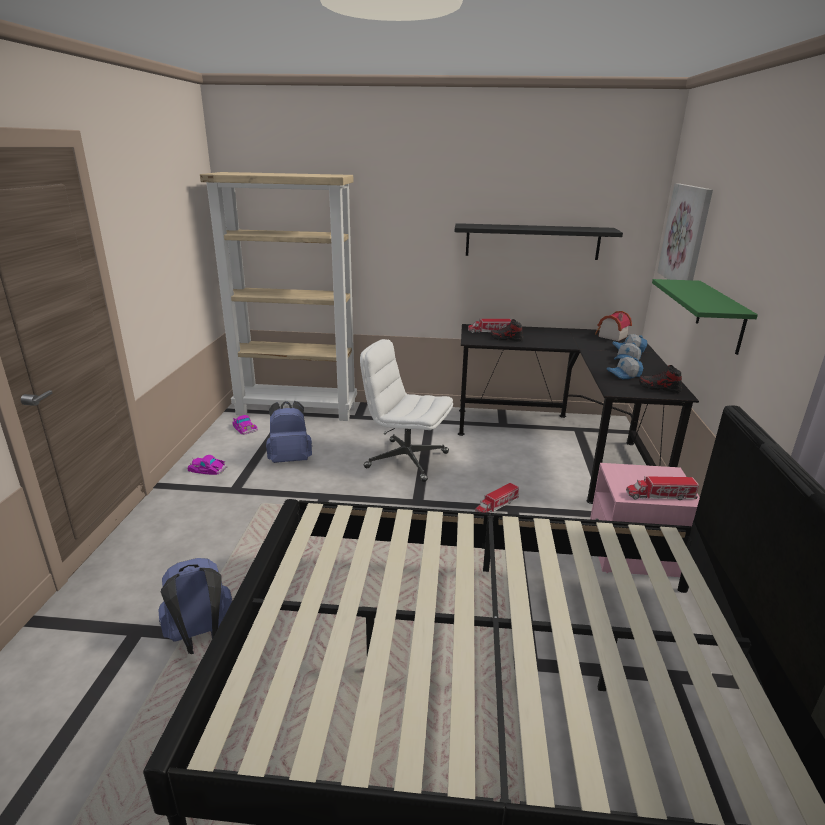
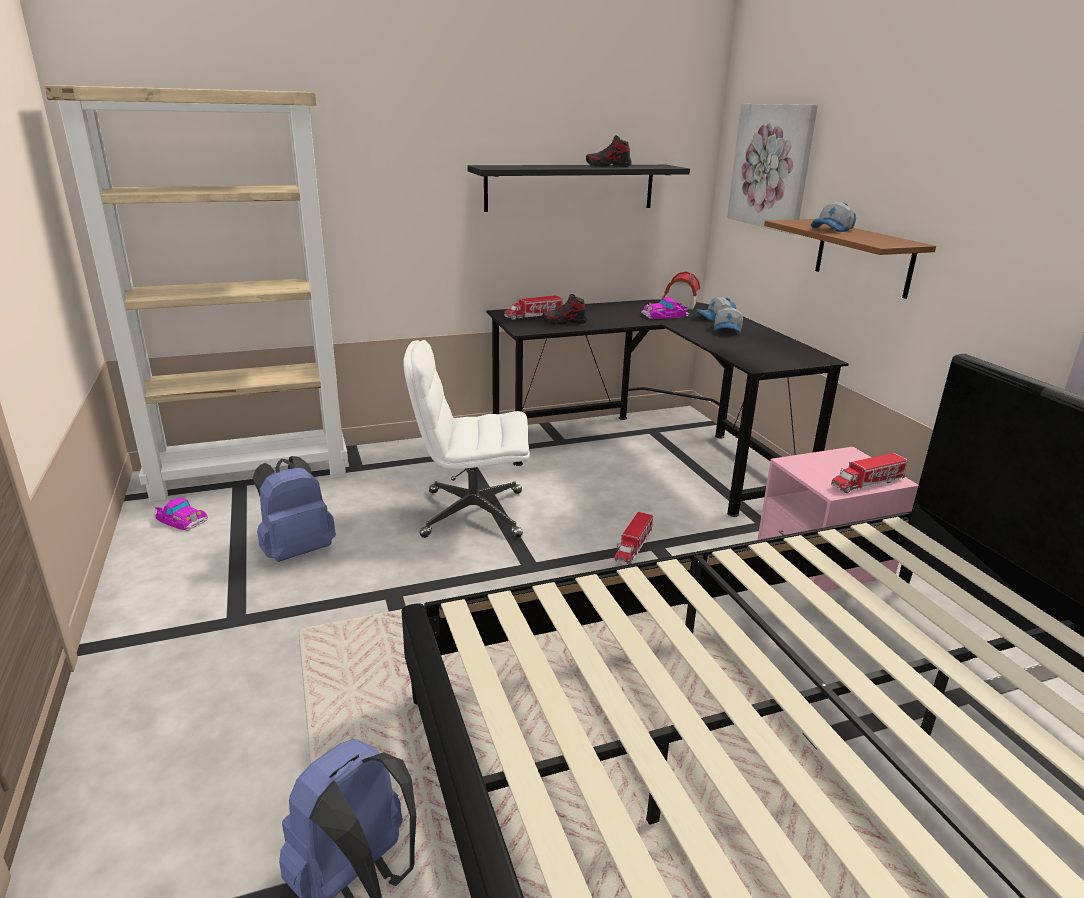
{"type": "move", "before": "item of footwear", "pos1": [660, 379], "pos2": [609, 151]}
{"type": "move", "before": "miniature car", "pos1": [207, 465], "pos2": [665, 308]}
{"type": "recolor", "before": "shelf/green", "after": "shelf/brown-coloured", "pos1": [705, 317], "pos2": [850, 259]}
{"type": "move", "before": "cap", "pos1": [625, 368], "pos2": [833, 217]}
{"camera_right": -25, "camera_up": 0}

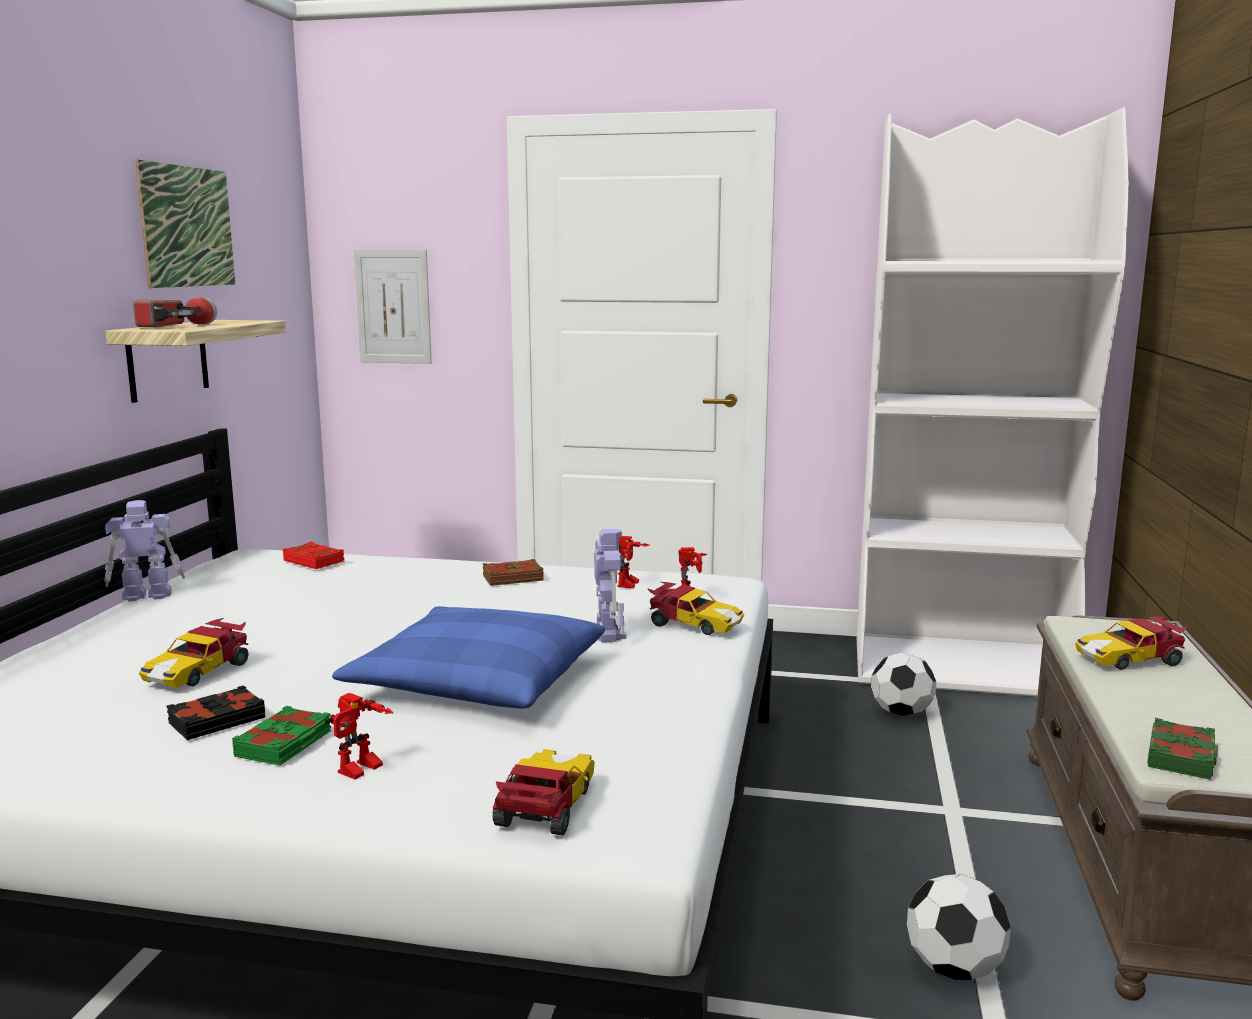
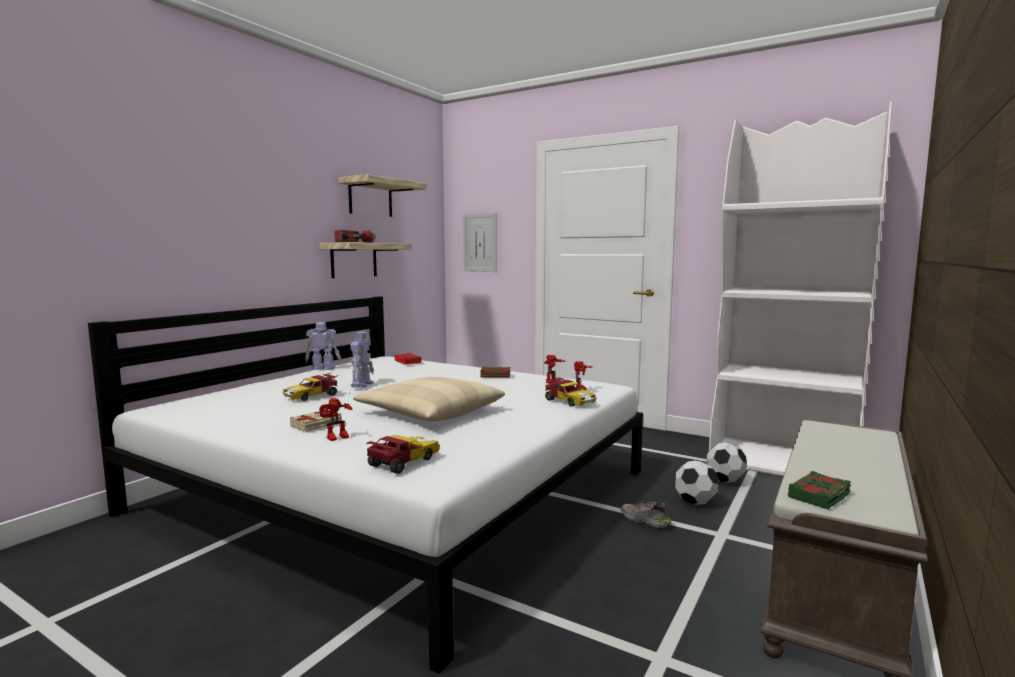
{"type": "recolor", "before": "bound book/green", "after": "bound book/beige-coloured", "pos1": [281, 736], "pos2": [316, 421]}
{"type": "replace", "before": "wall picture", "after": "shelf", "pos1": [185, 224], "pos2": [382, 195]}
{"type": "move", "before": "model robot", "pos1": [610, 585], "pos2": [362, 360]}
{"type": "recolor", "before": "pillow/bluish", "after": "pillow/beige-coloured", "pos1": [468, 657], "pos2": [429, 399]}
{"type": "insert", "after": "item of footwear", "pos2": [646, 515]}
{"type": "move", "before": "football ball", "pos1": [959, 927], "pos2": [696, 483]}
{"type": "delete", "before": "bound book/black-coloured", "pos1": [216, 712]}
{"type": "delete", "before": "miniature car", "pos1": [1131, 643]}
{"camera_right": 20, "camera_up": -5}

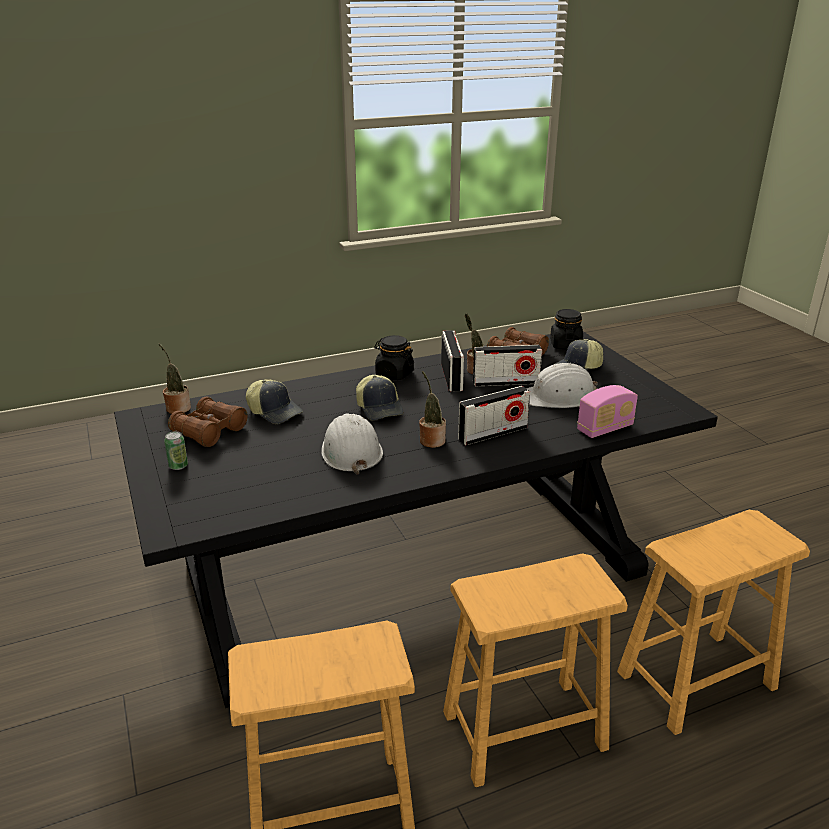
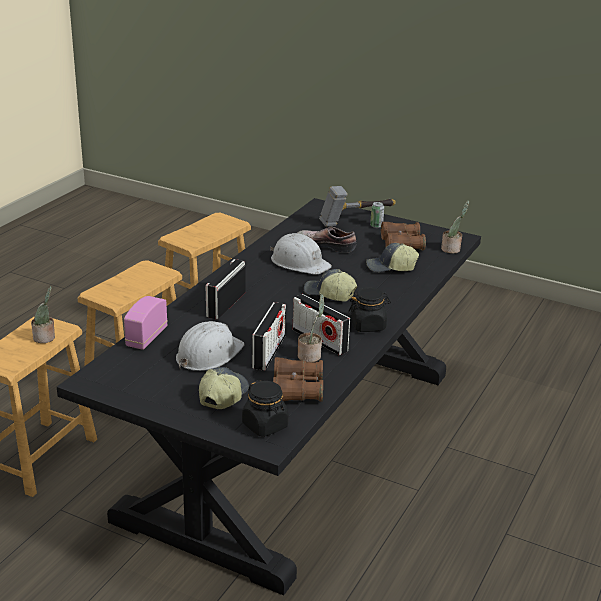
{"type": "move", "before": "plant in a pot", "pos1": [432, 409], "pos2": [43, 314]}
{"type": "rotate", "before": "radio", "pos1": [507, 365], "pos2": [269, 336], "turn": 150}
{"type": "insert", "after": "item of footwear", "pos2": [326, 240]}
{"type": "insert", "after": "hand hammer", "pos2": [357, 206]}
{"camera_right": 140, "camera_up": 0}

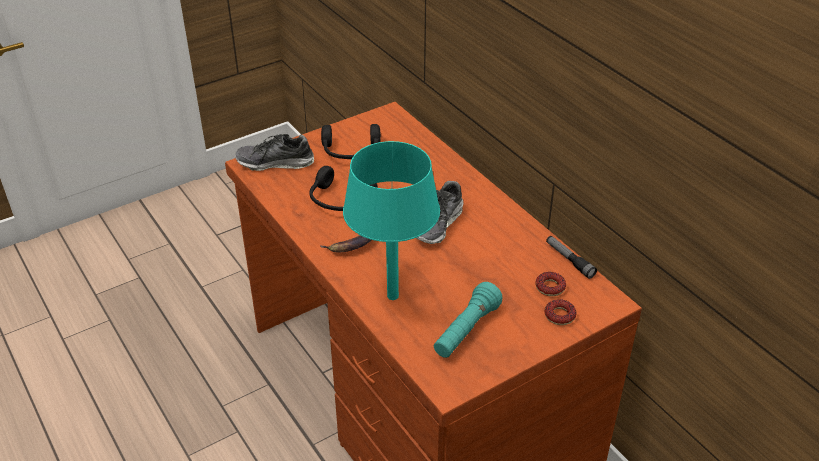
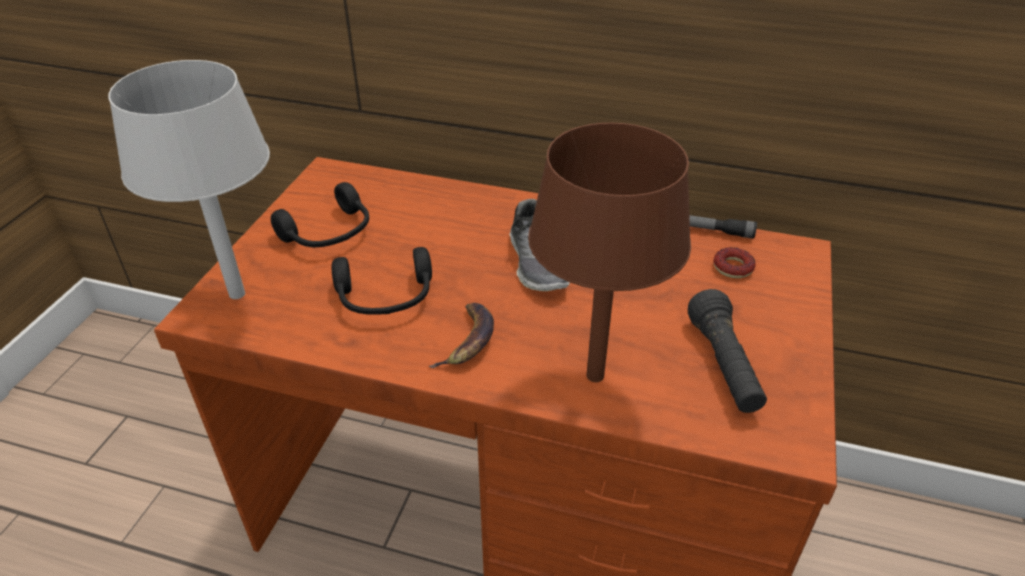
{"type": "replace", "before": "item of footwear", "after": "tabletop lamp/greyish", "pos1": [274, 152], "pos2": [189, 179]}
{"type": "recolor", "before": "tabletop lamp/turquoise-coloured", "after": "tabletop lamp/brown-coloured", "pos1": [391, 220], "pos2": [609, 252]}
{"type": "recolor", "before": "flashlight/turquoise-coloured", "after": "flashlight/black-coloured", "pos1": [468, 320], "pos2": [727, 351]}
{"type": "delete", "before": "doughnut", "pos1": [560, 312]}
{"camera_right": -40, "camera_up": 0}

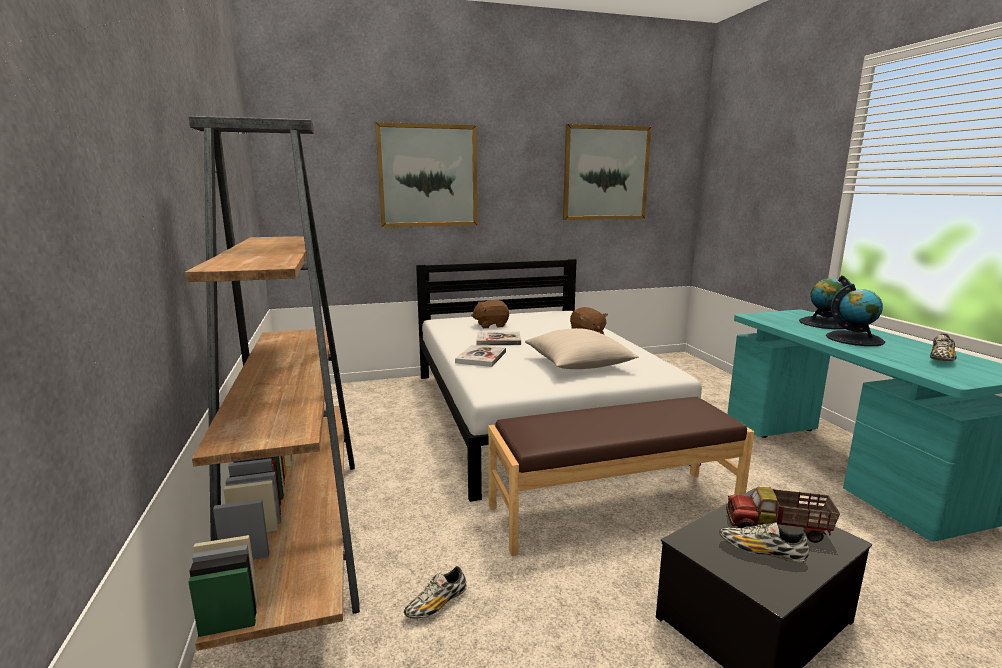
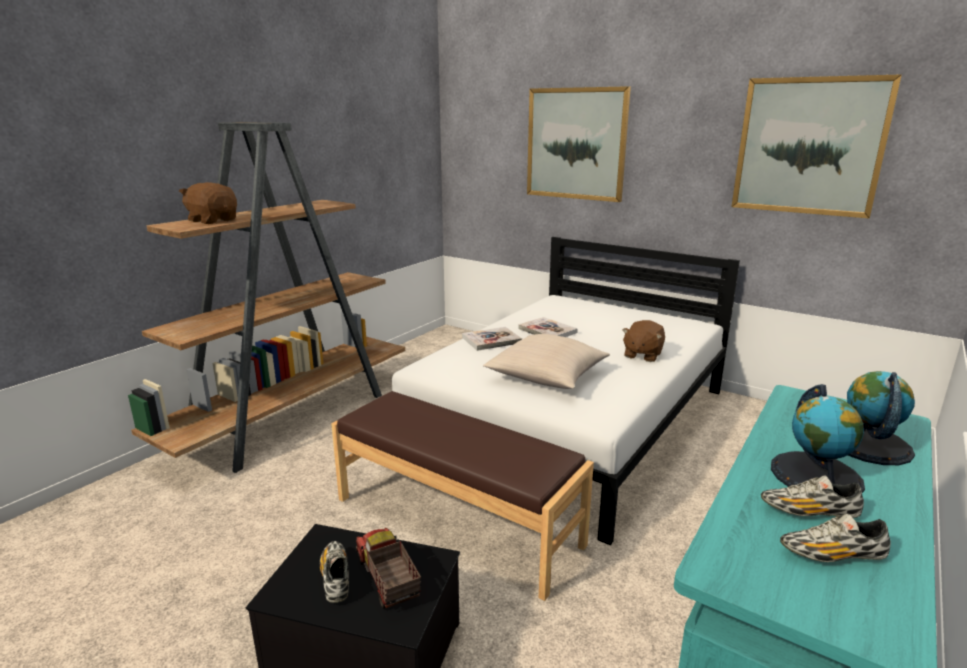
{"type": "move", "before": "soft toy/brown-coloured", "pos1": [490, 314], "pos2": [208, 203]}
{"type": "move", "before": "item of footwear", "pos1": [435, 592], "pos2": [812, 496]}
{"camera_right": 50, "camera_up": 5}

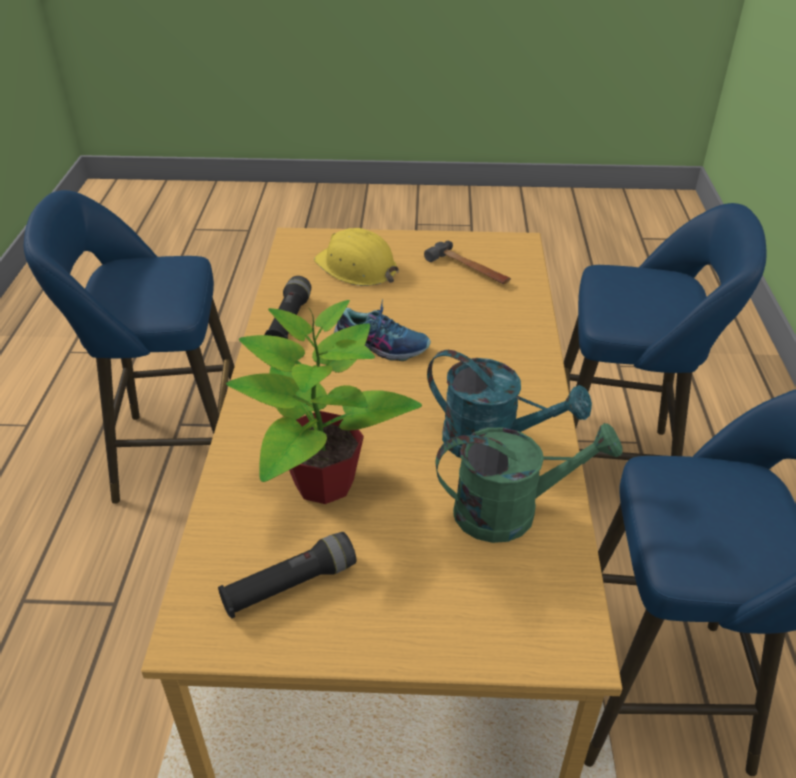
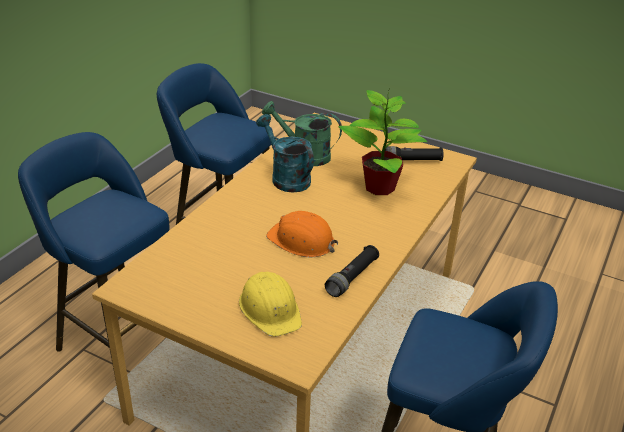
{"type": "replace", "before": "item of footwear", "after": "safety helmet/orange", "pos1": [382, 330], "pos2": [302, 234]}
{"type": "delete", "before": "hand hammer", "pos1": [467, 262]}
{"camera_right": -155, "camera_up": -5}

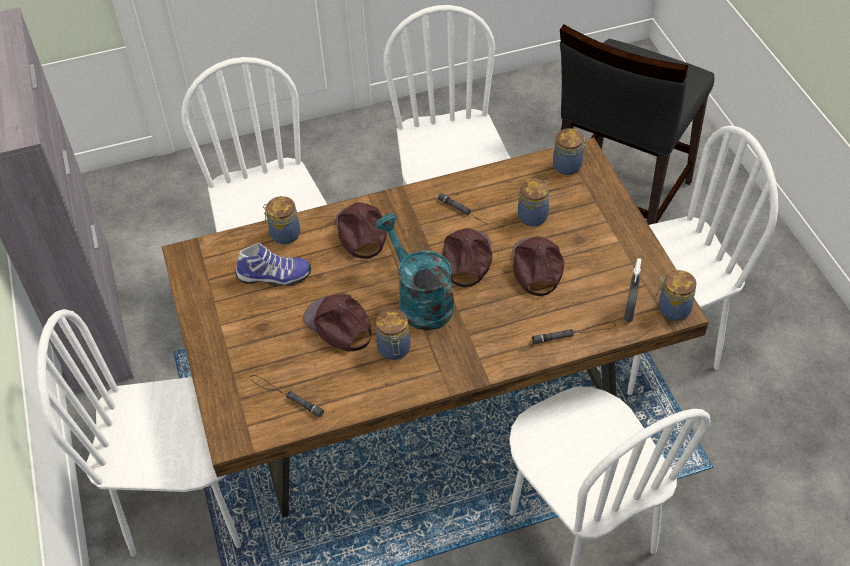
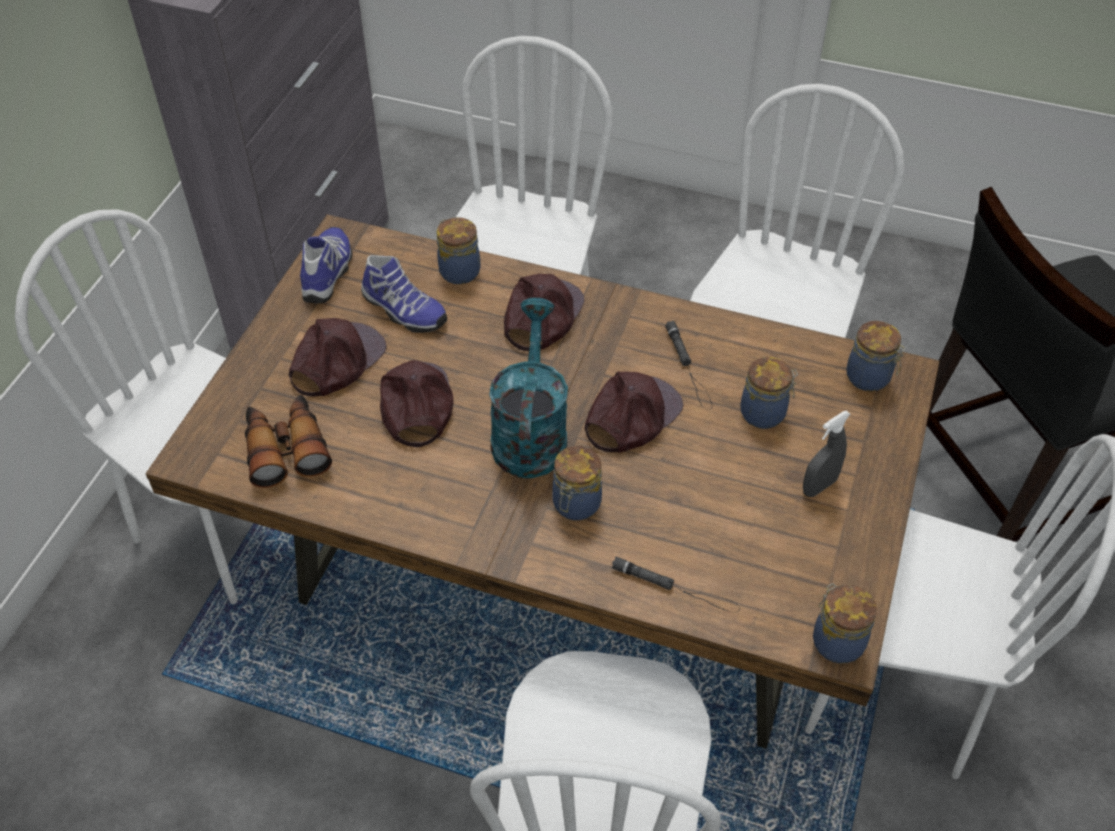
{"type": "replace", "before": "flashlight/black-coloured", "after": "binoculars", "pos1": [287, 396], "pos2": [288, 441]}
{"type": "move", "before": "cap/brown-coloured", "pos1": [538, 266], "pos2": [338, 357]}
{"type": "insert", "after": "item of footwear", "pos2": [326, 265]}
{"type": "move", "before": "jar", "pos1": [393, 334], "pos2": [577, 483]}
{"type": "move", "before": "sprayer/greyish", "pos1": [632, 290], "pos2": [827, 454]}
{"camera_right": 35, "camera_up": 0}

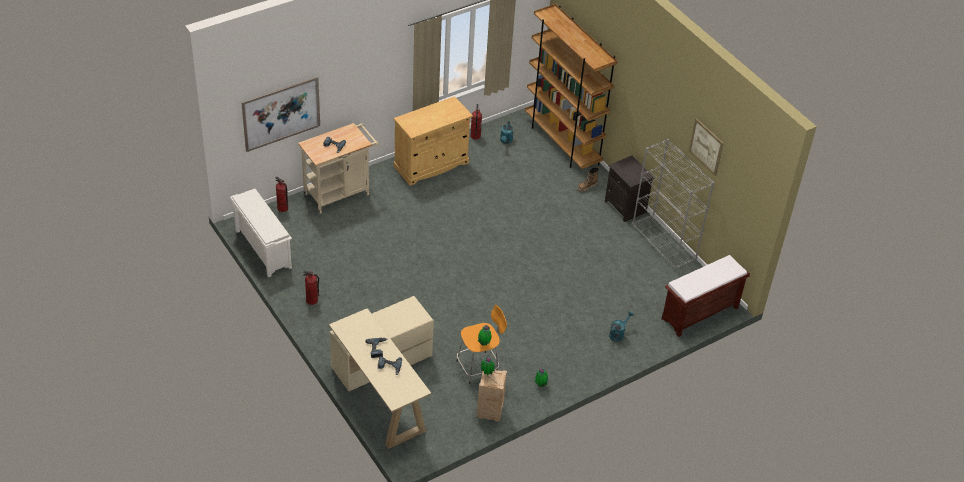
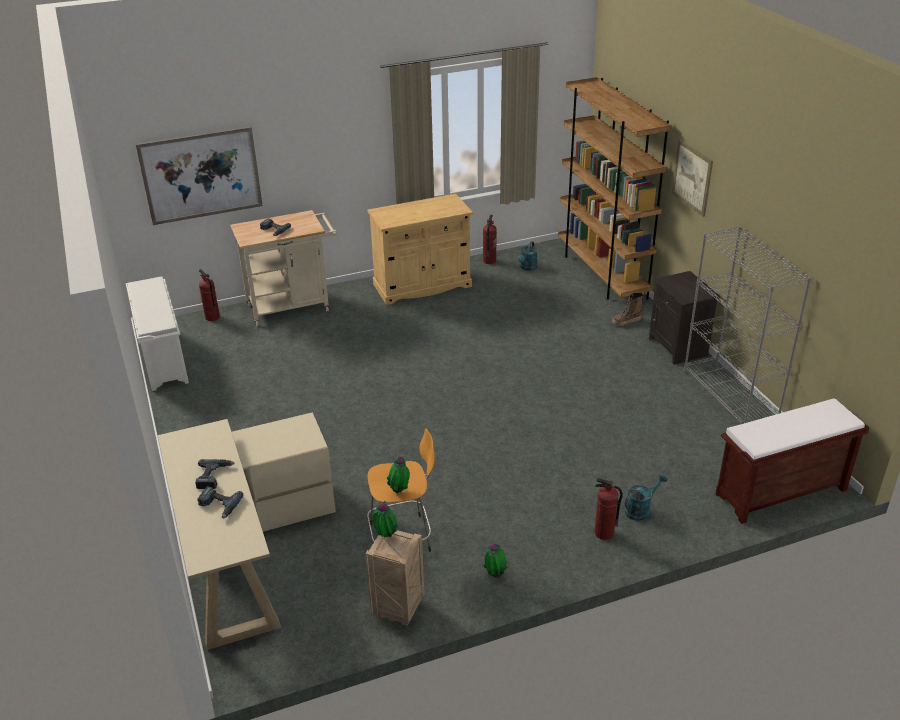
{"type": "move", "before": "fire extinguisher", "pos1": [311, 288], "pos2": [608, 509]}
{"type": "move", "before": "wall picture", "pos1": [706, 147], "pos2": [692, 178]}
{"camera_right": 15, "camera_up": -10}

